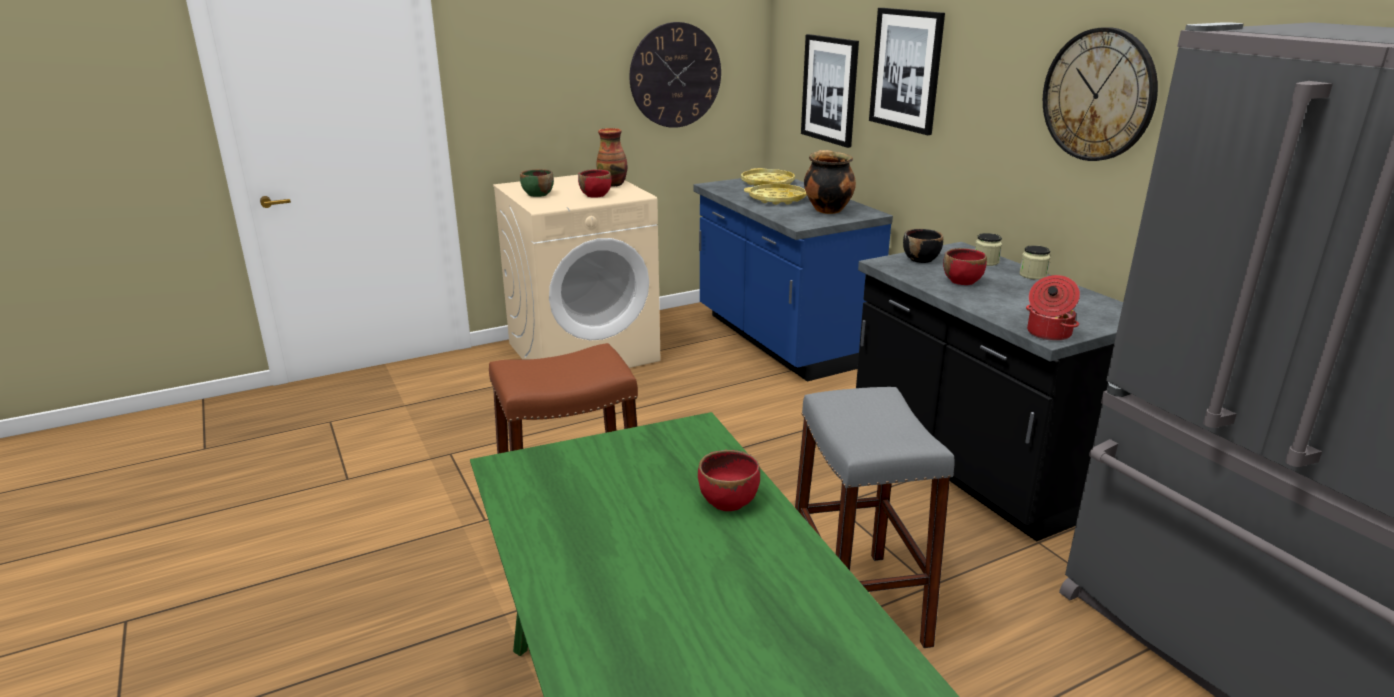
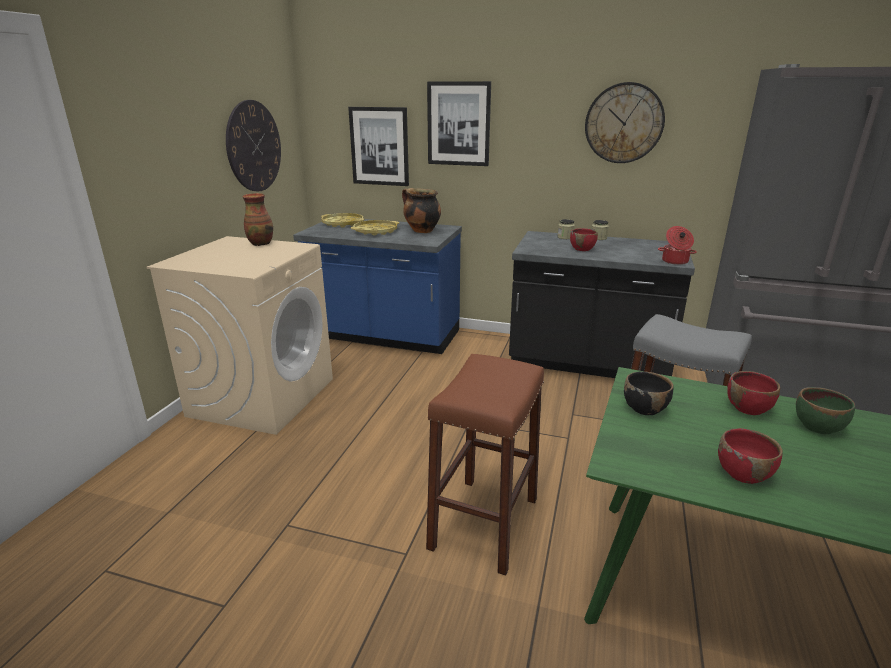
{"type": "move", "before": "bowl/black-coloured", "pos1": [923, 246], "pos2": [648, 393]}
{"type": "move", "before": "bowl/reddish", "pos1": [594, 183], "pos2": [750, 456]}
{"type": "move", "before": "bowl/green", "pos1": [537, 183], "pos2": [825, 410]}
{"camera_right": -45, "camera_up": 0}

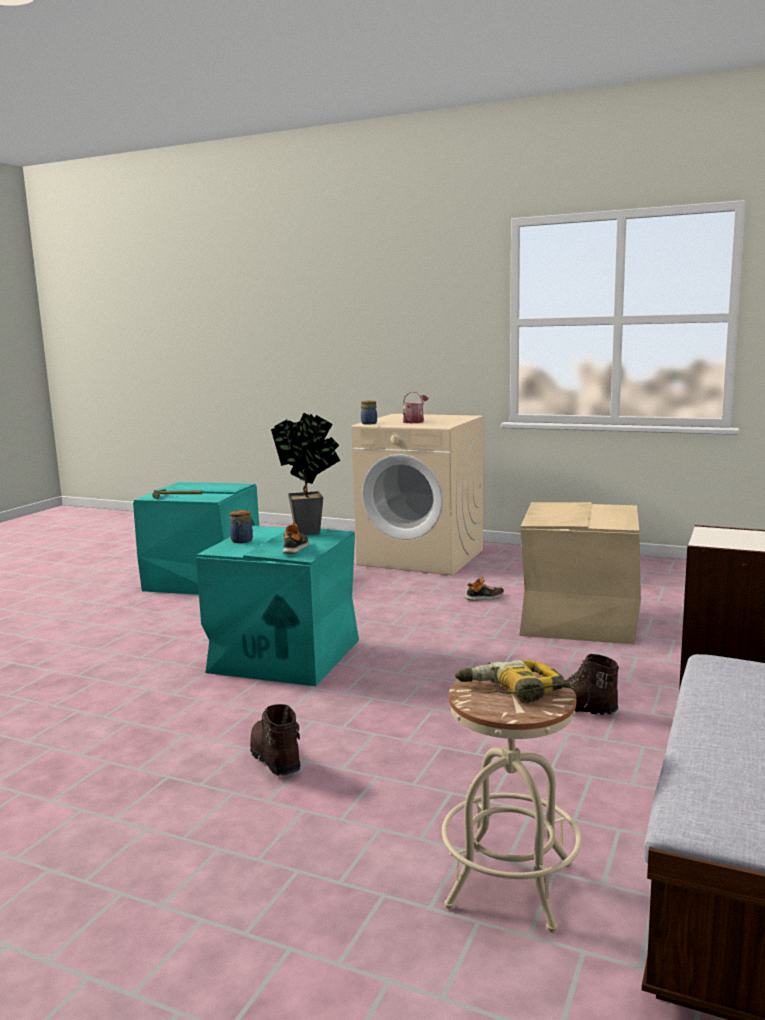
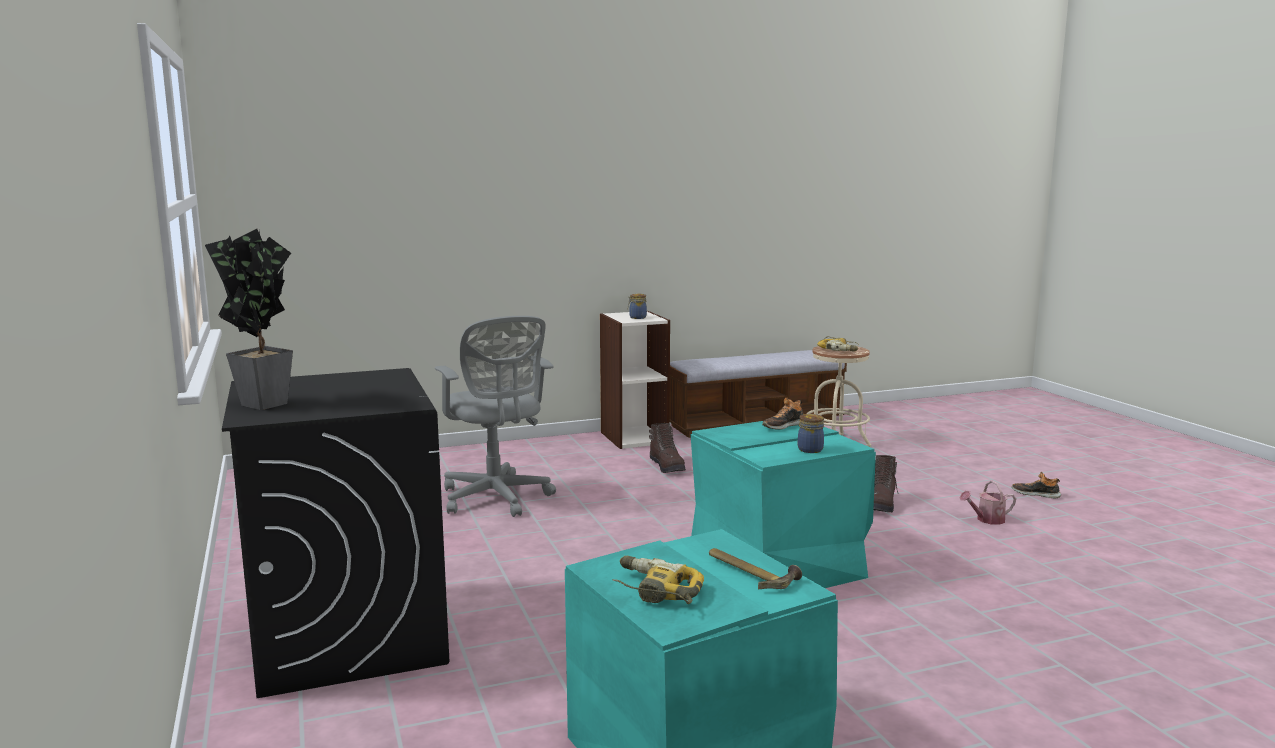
{"type": "move", "before": "plant in a pot", "pos1": [305, 473], "pos2": [249, 319]}
{"type": "recolor", "before": "laundry machine/beige-coloured", "after": "laundry machine/black-coloured", "pos1": [417, 494], "pos2": [335, 533]}
{"type": "replace", "before": "storage container/beige-coloured", "after": "desk chair/greyish", "pos1": [580, 573], "pos2": [495, 416]}
{"type": "insert", "after": "drill", "pos2": [658, 580]}
{"type": "move", "before": "jar", "pos1": [369, 412], "pos2": [637, 306]}
{"type": "move", "before": "watering can", "pos1": [415, 407], "pos2": [988, 503]}
{"type": "move", "before": "item of footwear", "pos1": [484, 589], "pos2": [1036, 485]}
{"camera_right": -135, "camera_up": 0}

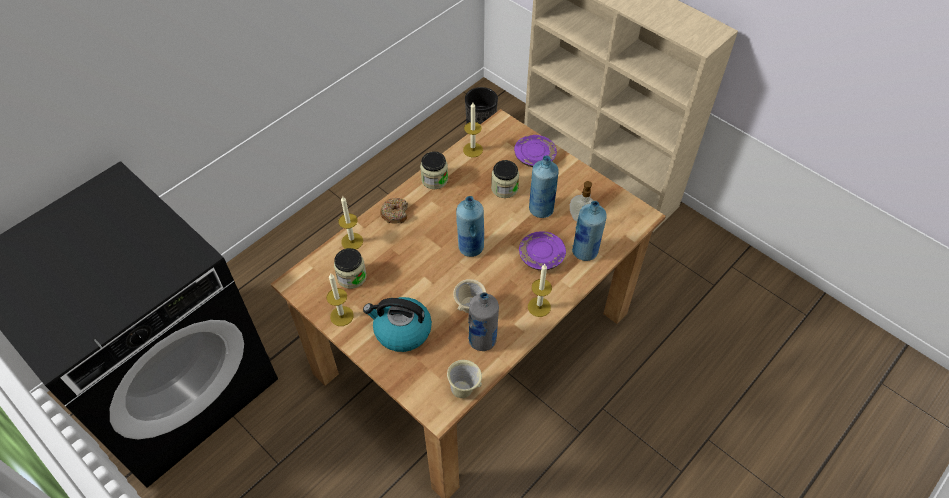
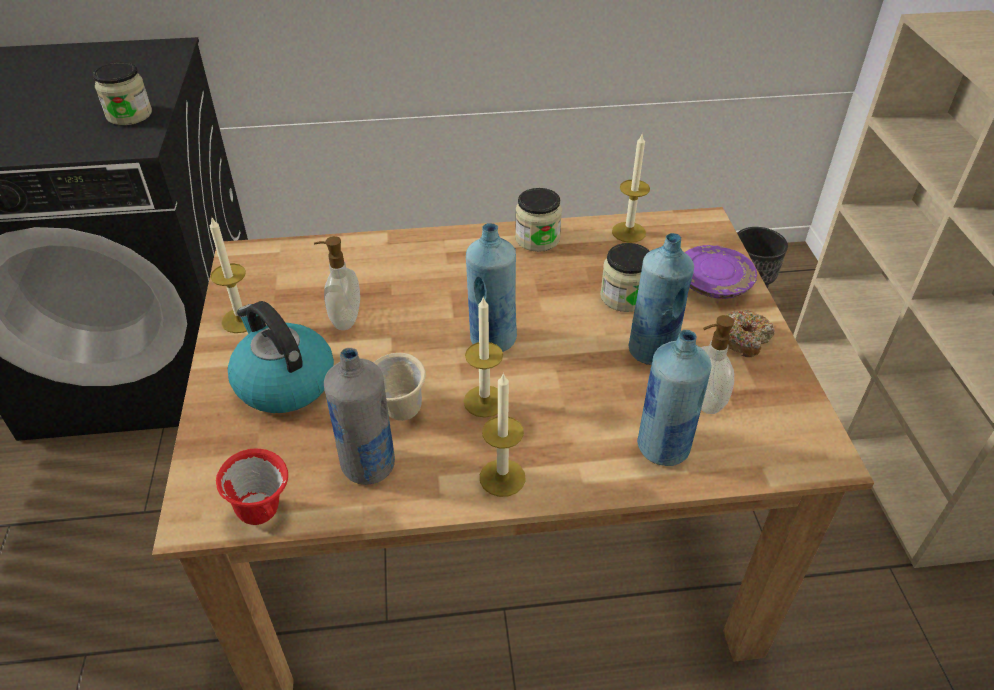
{"type": "move", "before": "jar", "pos1": [350, 268], "pos2": [122, 93]}
{"type": "recolor", "before": "tea mug/beige-coloured", "after": "tea mug/reddish", "pos1": [464, 379], "pos2": [252, 487]}
{"type": "insert", "after": "soap dispenser", "pos2": [337, 283]}
{"type": "move", "before": "wax candle", "pos1": [350, 222], "pos2": [483, 357]}
{"type": "move", "before": "doughnut", "pos1": [394, 211], "pos2": [751, 333]}
{"type": "delete", "before": "plate/purplish", "pos1": [542, 250]}
{"camera_right": 40, "camera_up": -10}

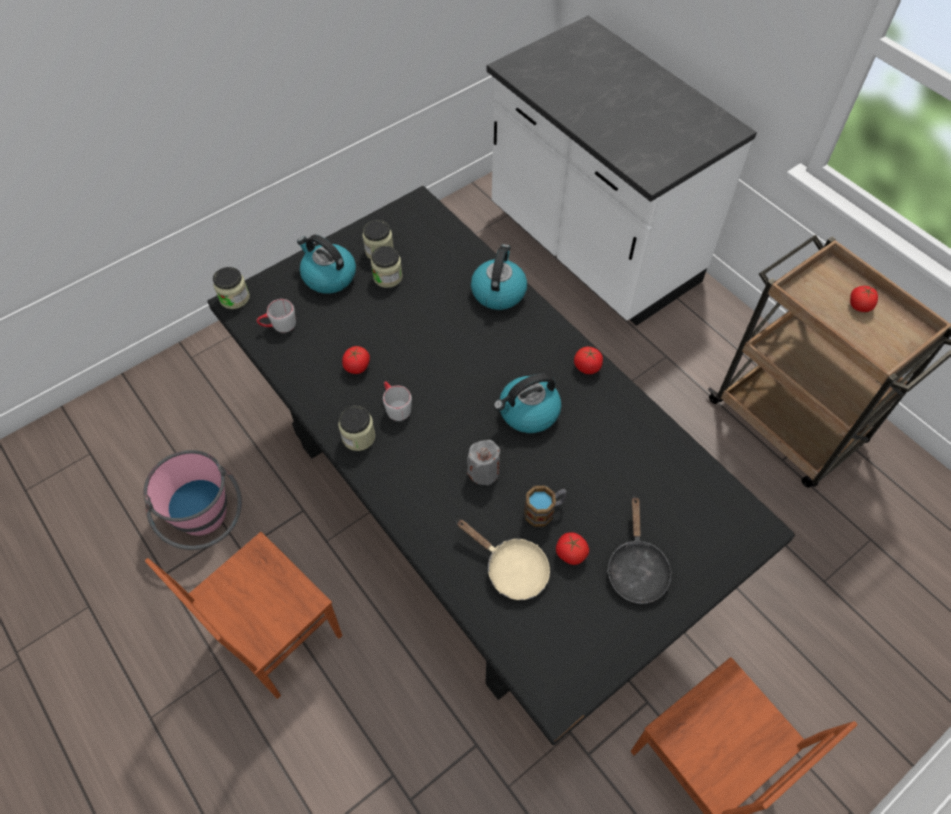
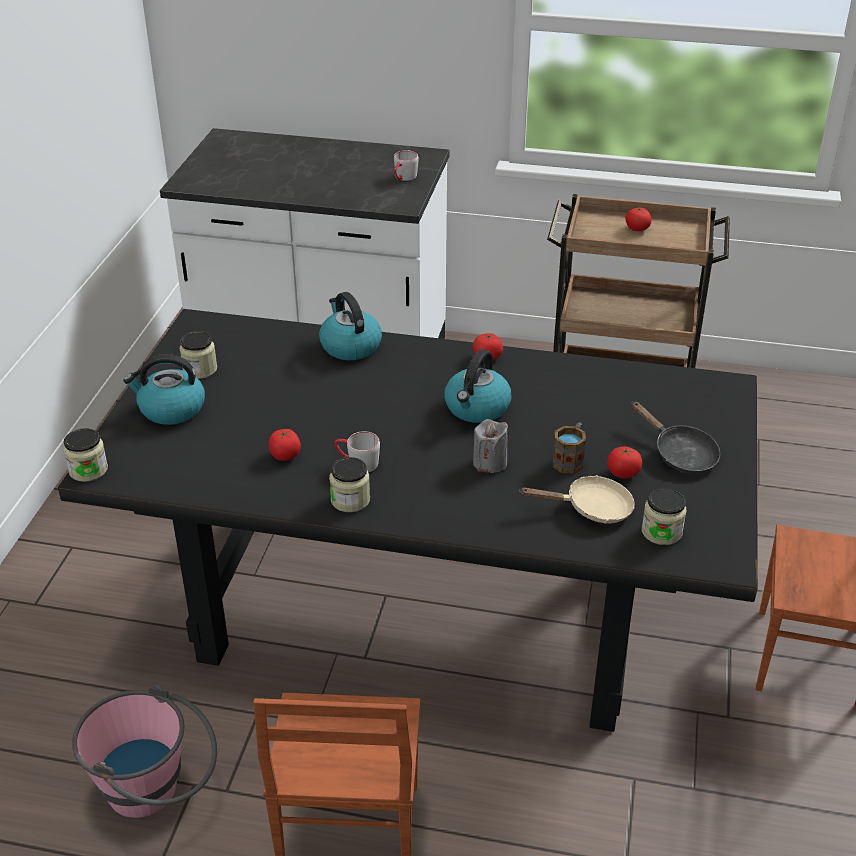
{"type": "move", "before": "tea mug/greyish", "pos1": [276, 316], "pos2": [406, 165]}
{"type": "move", "before": "jar", "pos1": [387, 267], "pos2": [664, 516]}
{"camera_right": -40, "camera_up": -20}

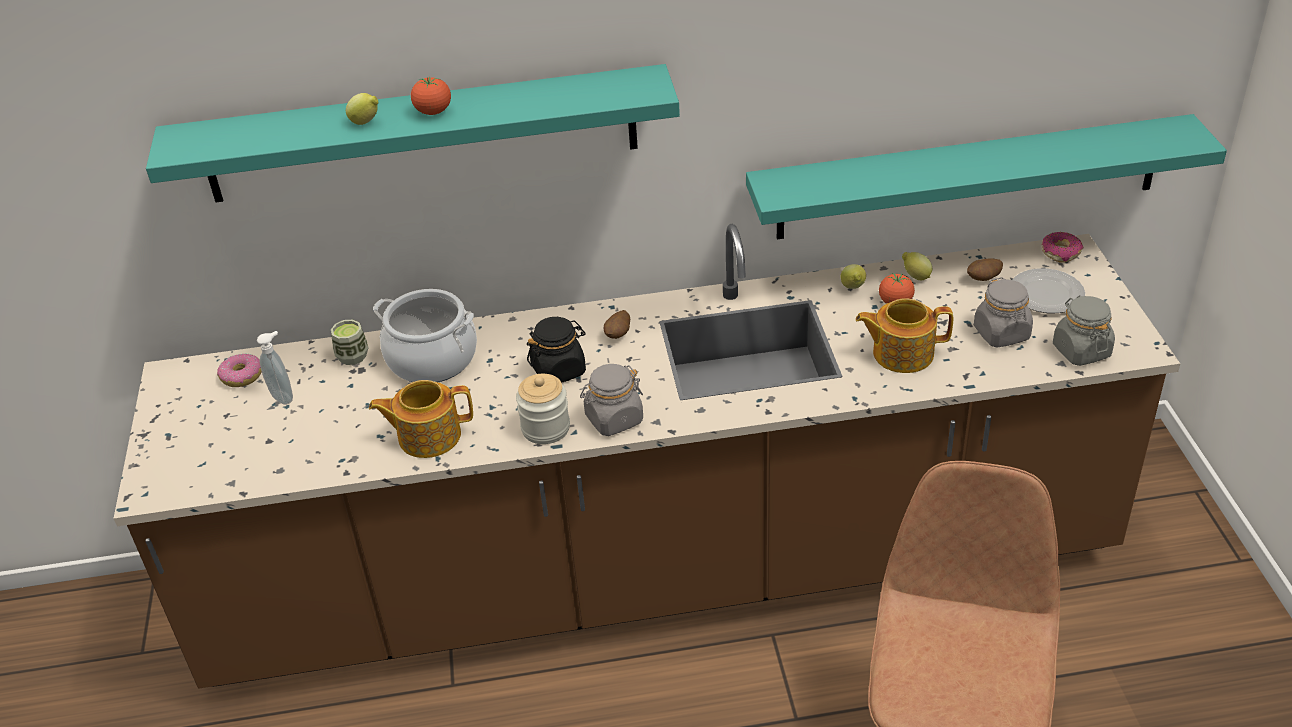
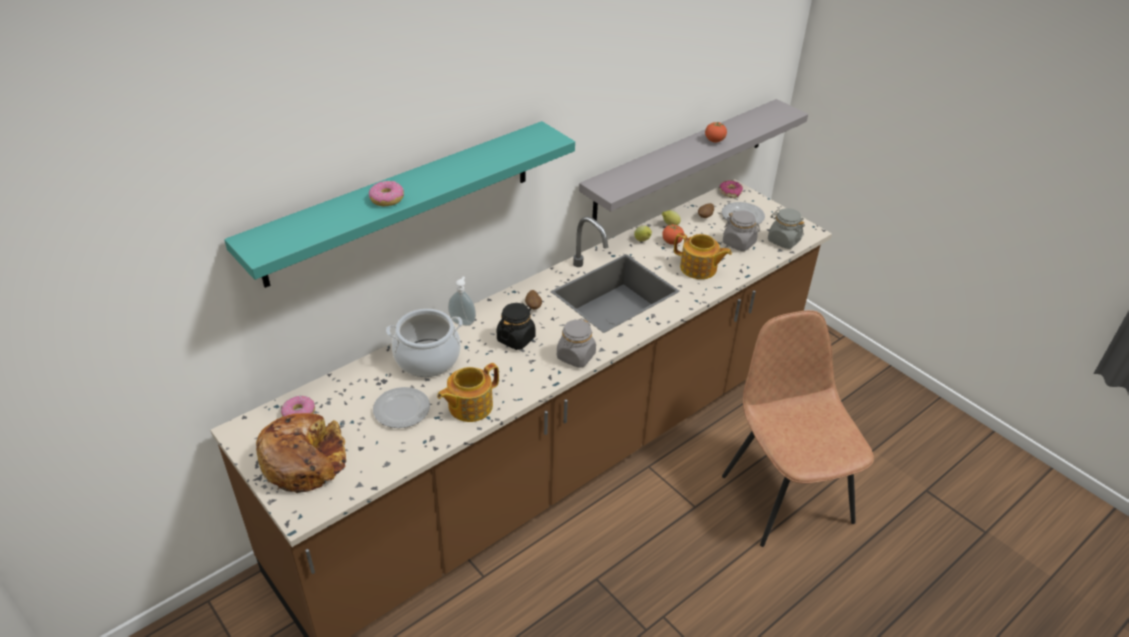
{"type": "insert", "after": "baked bread", "pos2": [301, 453]}
{"type": "replace", "before": "lemon", "after": "doughnut", "pos1": [362, 109], "pos2": [386, 193]}
{"type": "insert", "after": "plate", "pos2": [401, 407]}
{"type": "move", "before": "soap dispenser", "pos1": [275, 368], "pos2": [462, 301]}
{"type": "recolor", "before": "shelf/turquoise-coloured", "after": "shelf/greyish", "pos1": [986, 177], "pos2": [693, 160]}
{"type": "rotate", "before": "pot for tea", "pos1": [904, 335], "pos2": [703, 256], "turn": -120}
{"type": "move", "before": "whole tomato", "pos1": [431, 95], "pos2": [716, 132]}
{"type": "delete", "before": "cup", "pos1": [350, 342]}
{"type": "delete", "before": "jar", "pos1": [543, 409]}
{"camera_right": -35, "camera_up": 0}

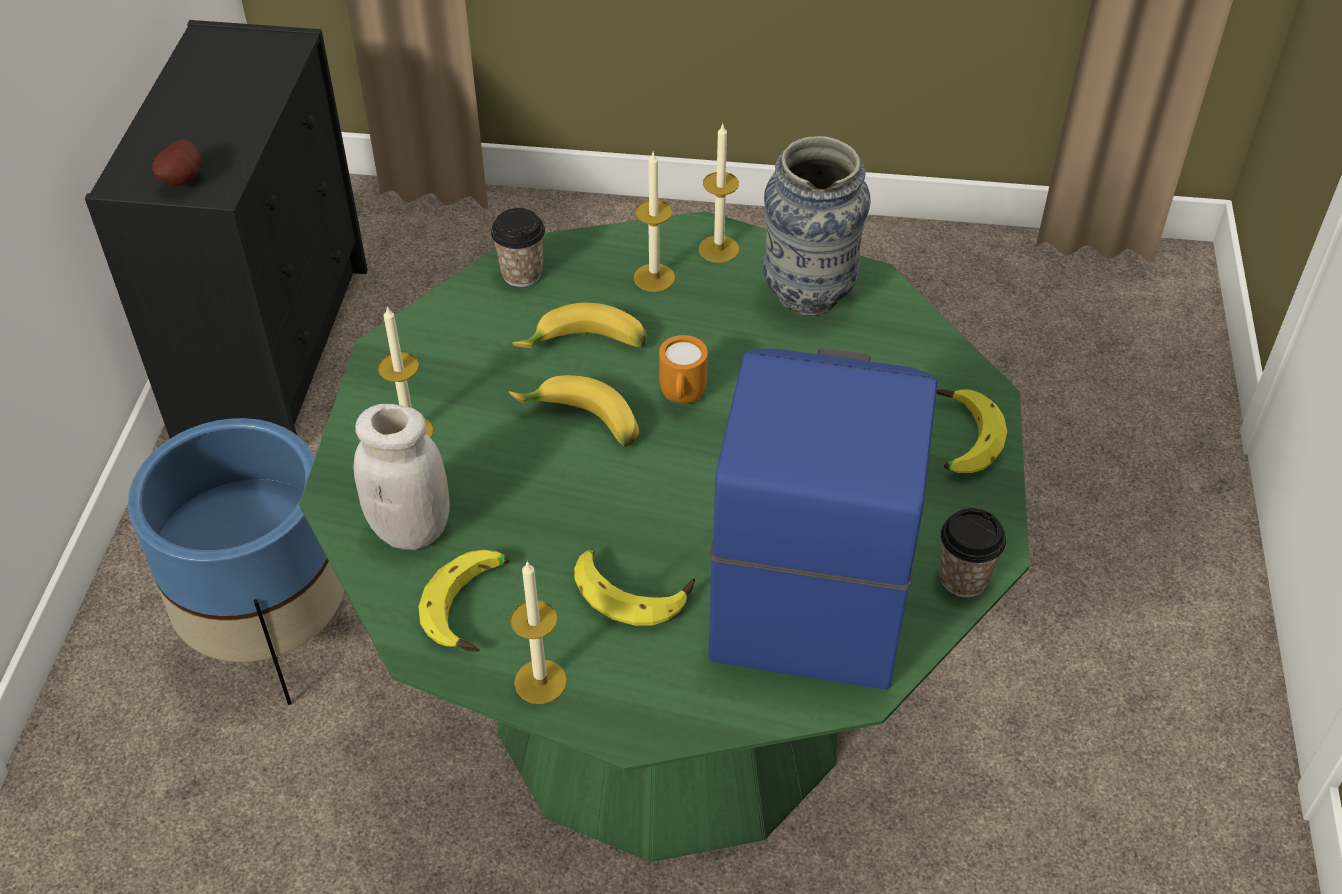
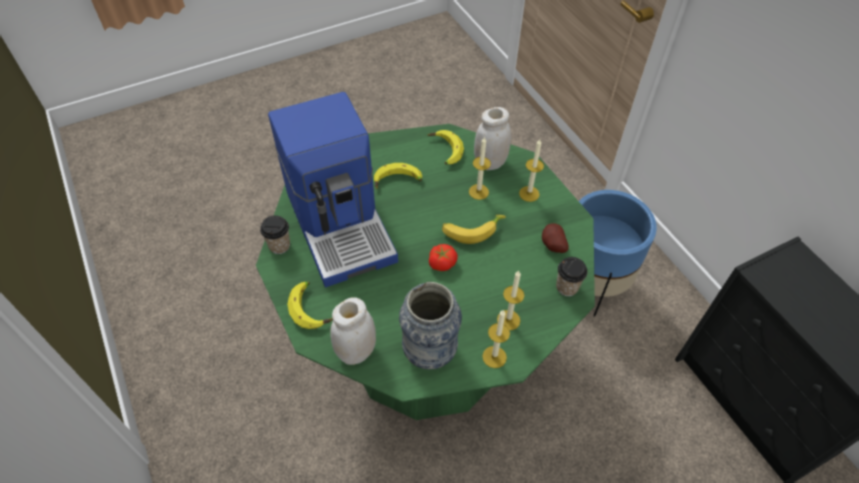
{"type": "insert", "after": "jar/whitish", "pos2": [353, 331]}
{"type": "replace", "before": "tea mug/orange", "after": "whole tomato", "pos1": [683, 369], "pos2": [443, 257]}
{"type": "move", "before": "wax candle", "pos1": [538, 632], "pos2": [480, 168]}
{"type": "move", "before": "whole potato", "pos1": [177, 162], "pos2": [555, 238]}
{"type": "delete", "before": "banana", "pos1": [579, 325]}
{"camera_right": 145, "camera_up": 5}

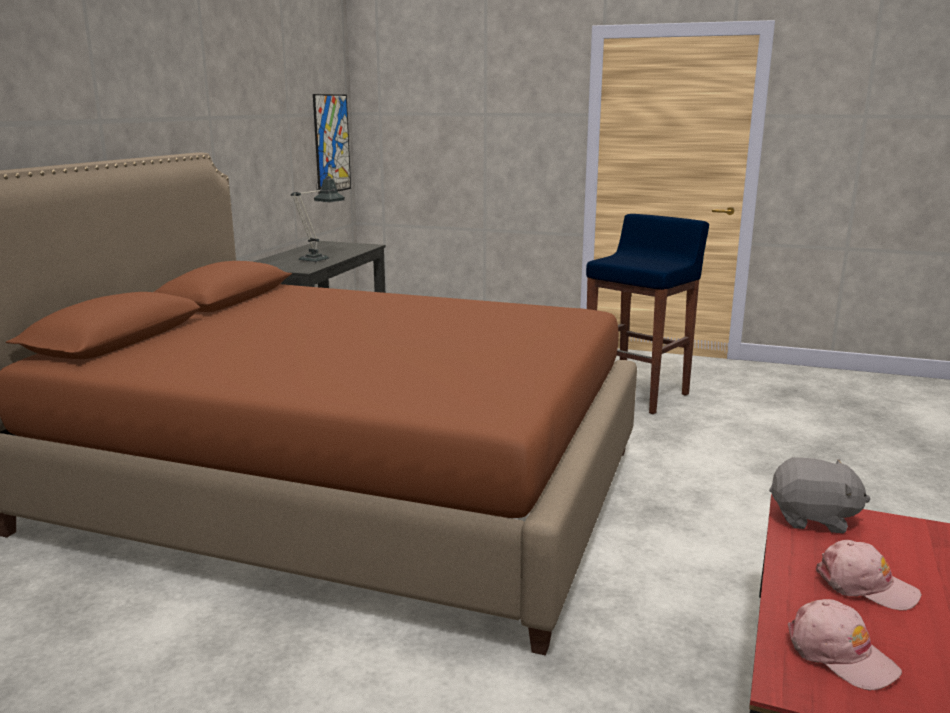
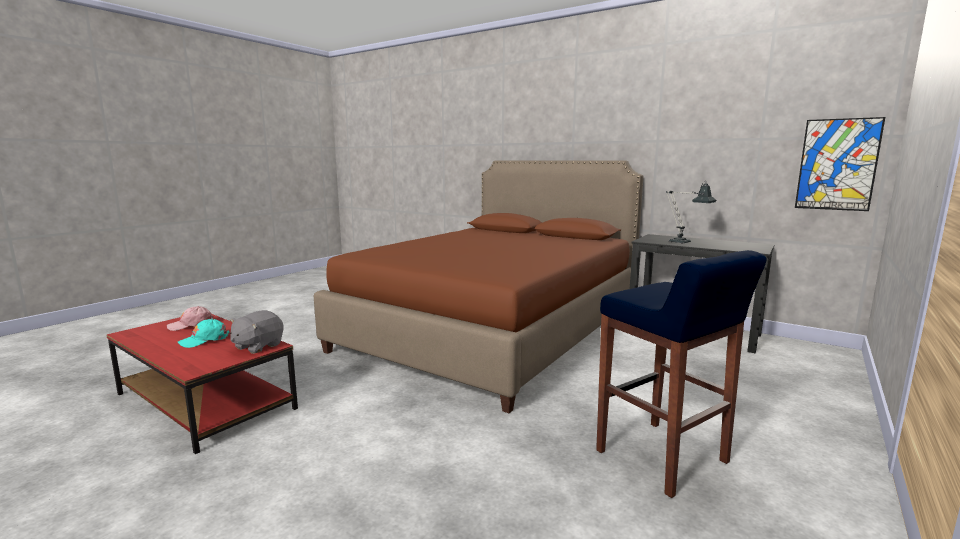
{"type": "recolor", "before": "cap/pinkish", "after": "cap/turquoise-coloured", "pos1": [869, 575], "pos2": [204, 333]}
{"camera_right": 105, "camera_up": -5}

